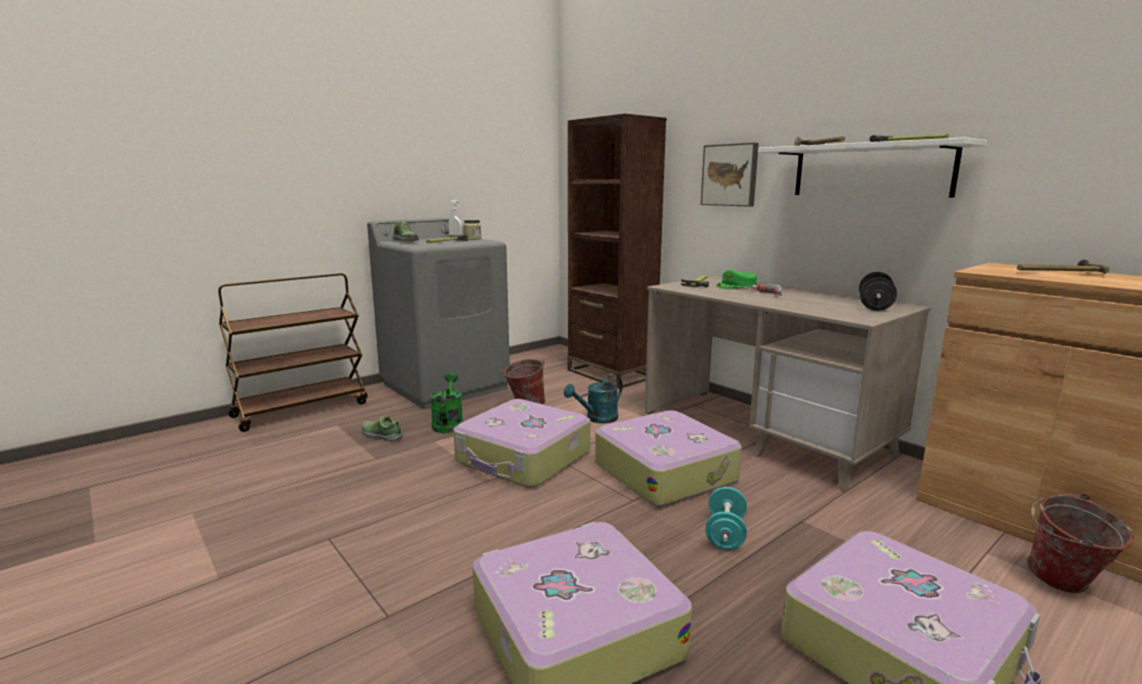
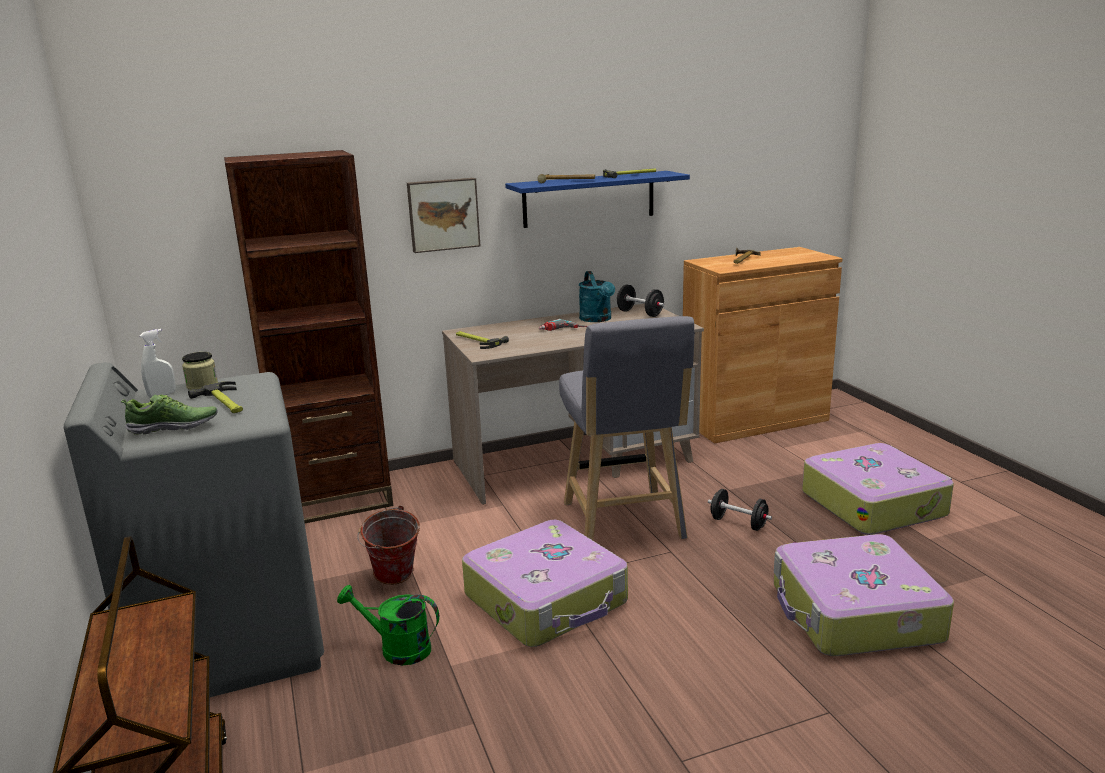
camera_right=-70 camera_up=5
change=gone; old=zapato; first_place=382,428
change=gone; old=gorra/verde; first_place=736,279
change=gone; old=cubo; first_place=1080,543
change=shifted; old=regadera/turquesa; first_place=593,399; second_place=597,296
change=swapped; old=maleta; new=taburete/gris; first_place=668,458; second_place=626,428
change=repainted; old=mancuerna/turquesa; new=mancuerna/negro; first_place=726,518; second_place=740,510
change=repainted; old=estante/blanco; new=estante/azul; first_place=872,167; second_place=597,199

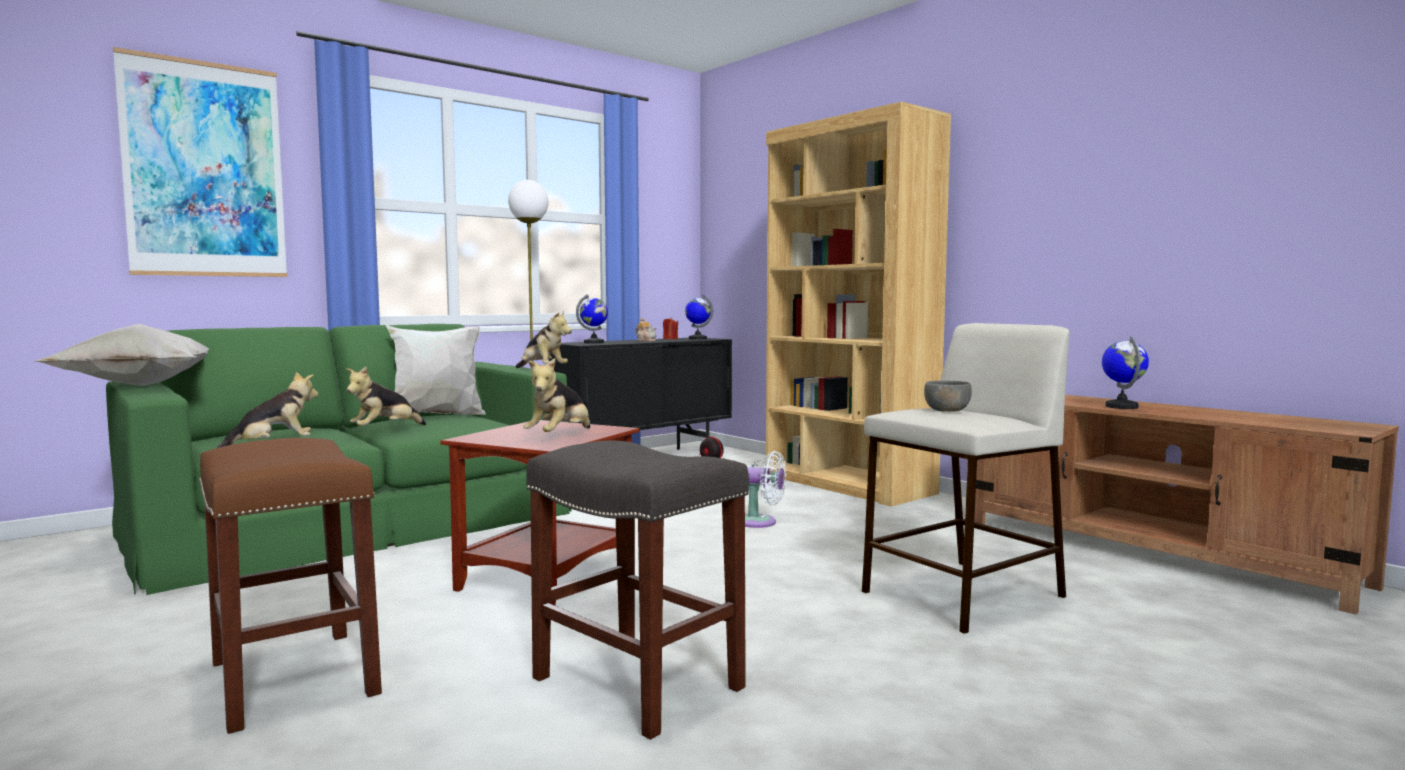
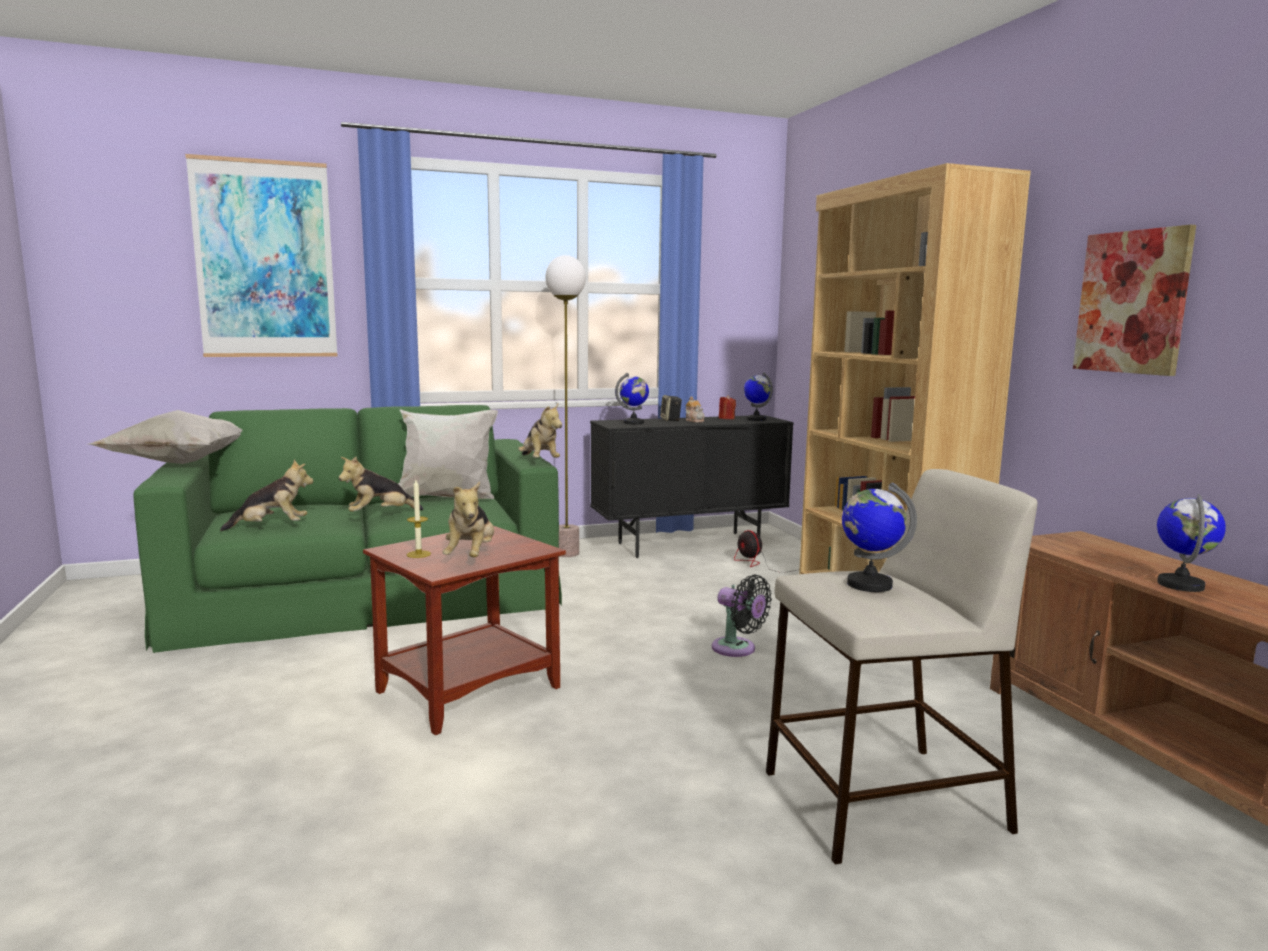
camera_right=20 camera_up=5
change=gone; old=taburete/marrón; first_place=290,586
change=gone; old=taburete/gris; first_place=637,590
change=new; new=vela; second_place=419,519
change=new; new=altavoz; second_place=671,408
change=new; new=cuadro; second_place=1134,300
change=swapped; old=cuenco/gris; new=globo terráqueo; first_place=948,396; second_place=879,537
change=repainted; old=ventilador/blanco; new=ventilador/negro; first_place=766,489; second_place=742,615
change=rotated; old=peluche; first_place=556,395; second_place=468,519; degrees=-45

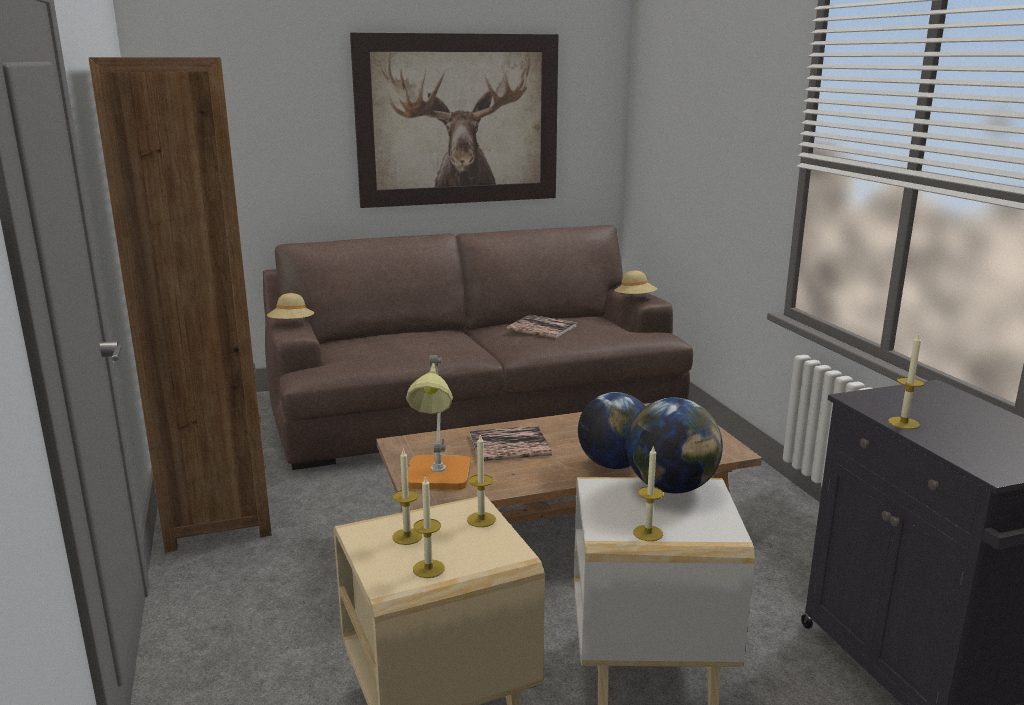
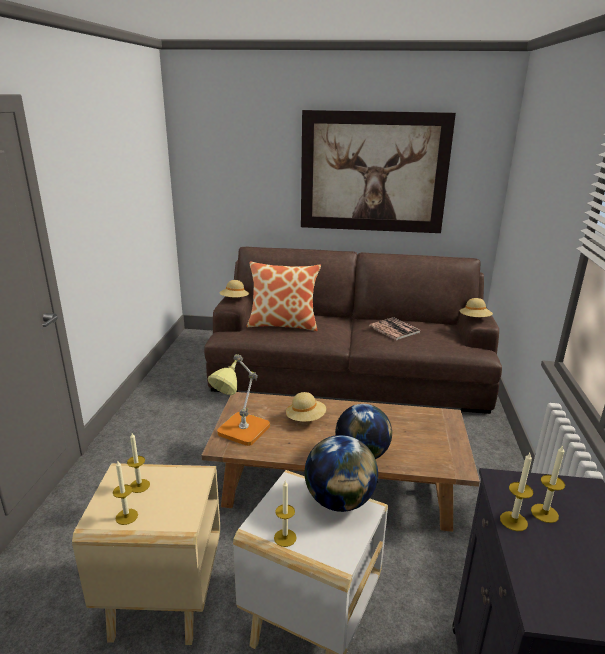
camera_right=25 camera_up=5
change=gone; old=estantería/marrón; first_place=180,304
change=new; new=cojín; second_place=283,296
change=shifted; old=vela; first_place=481,480; second_place=548,484
change=swapped; old=libro; new=sombrero/beis; first_place=510,443; second_place=306,407

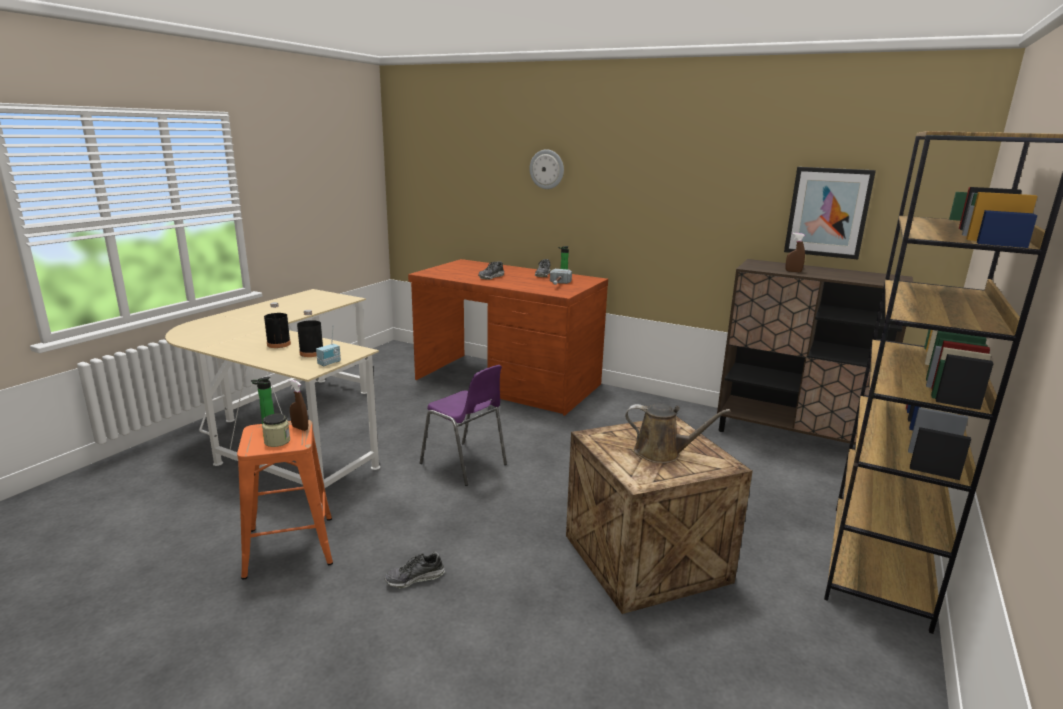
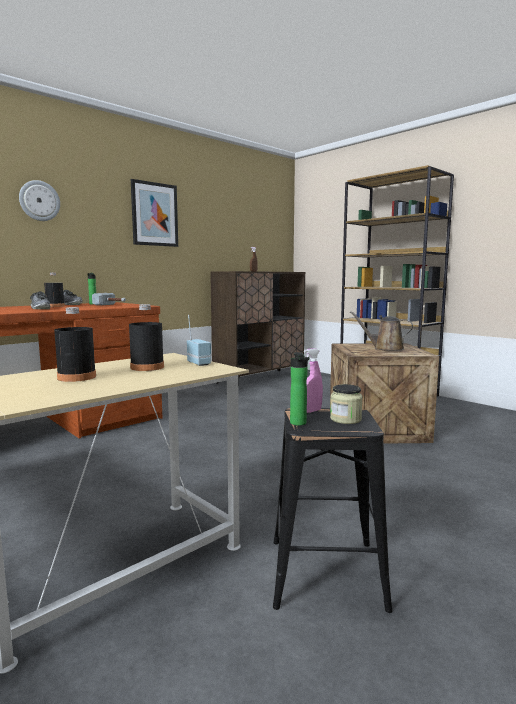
camera_right=-70 camera_up=-10
change=gone; old=zapato; first_place=414,570
change=gone; old=silla/morado; first_place=463,425
change=new; new=botella/negro; second_place=54,290
change=shifted; old=cuadro; first_place=830,213; second_place=154,213
change=repainted; old=taburete/naranja; new=taburete/negro; first_place=285,500; second_place=332,510
change=repainted; old=pulverizador/marrón; new=pulverizador/rosa; first_place=298,405; second_place=313,380
change=rotated; old=regadera/marrón; first_place=678,433; second_place=381,331; degrees=-105

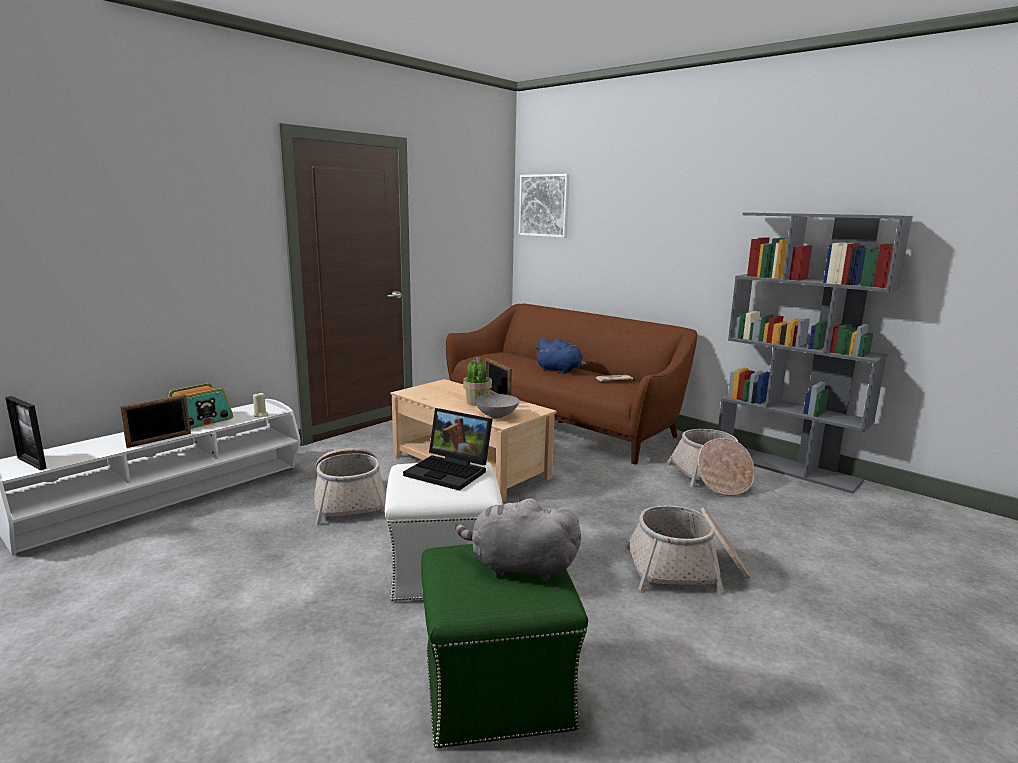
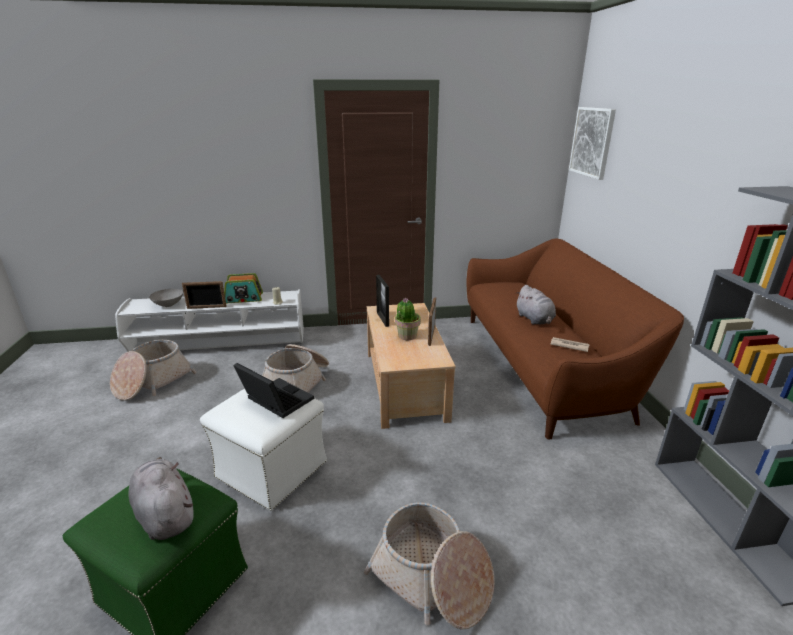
camera_right=40 camera_up=10
change=shifted; old=portarretratos; first_place=26,433; second_place=382,301
change=shifted; old=cuenco/gris; first_place=497,406; second_place=166,298
change=shifted; old=cesta; first_place=711,462; second_place=153,370
change=repainted; old=peluche/azul; new=peluche/gris; first_place=561,356; second_place=535,304
change=rotated; old=portátil; first_place=448,449; second_place=273,390; degrees=150

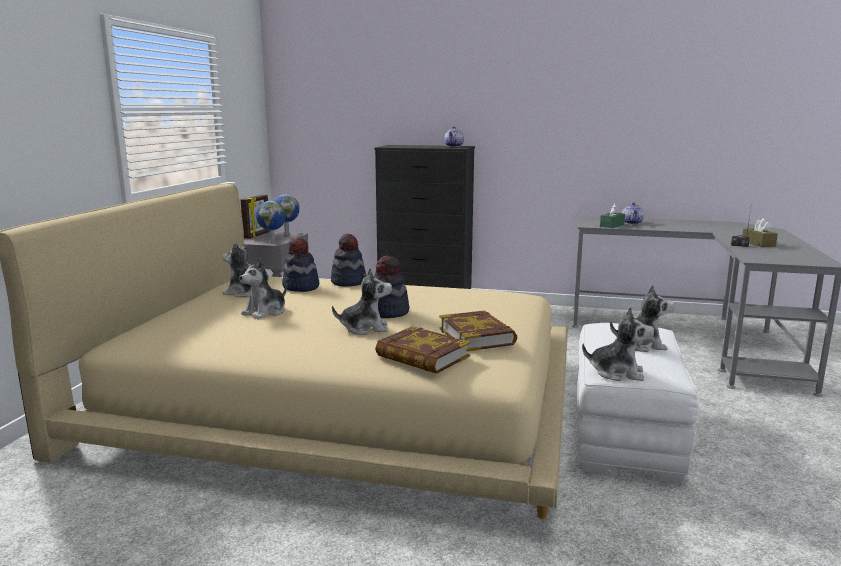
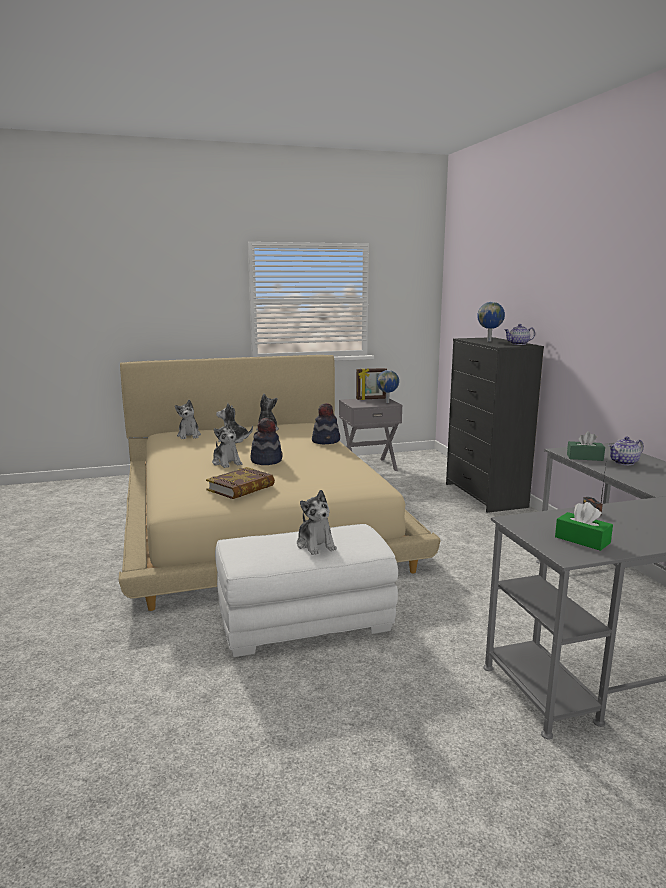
camera_right=60 camera_up=0
change=gone; old=sombrero; first_place=300,264
change=gone; old=libro; first_place=423,350
change=gone; old=caja de pañuelos/marrón; first_place=760,232
change=new; new=caja de pañuelos/verde; second_place=584,526
change=shifted; old=globo terráqueo; first_place=271,222; second_place=491,322
change=shifted; old=peluche; first_place=618,343; second_place=188,419

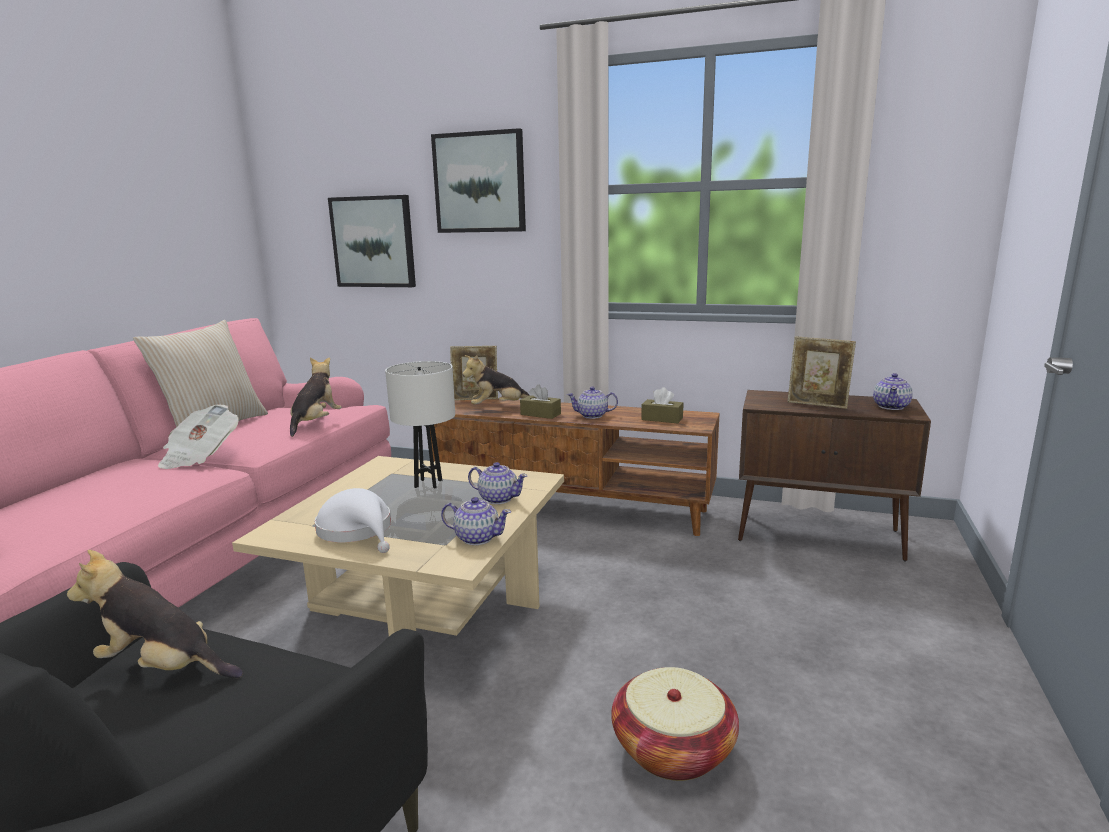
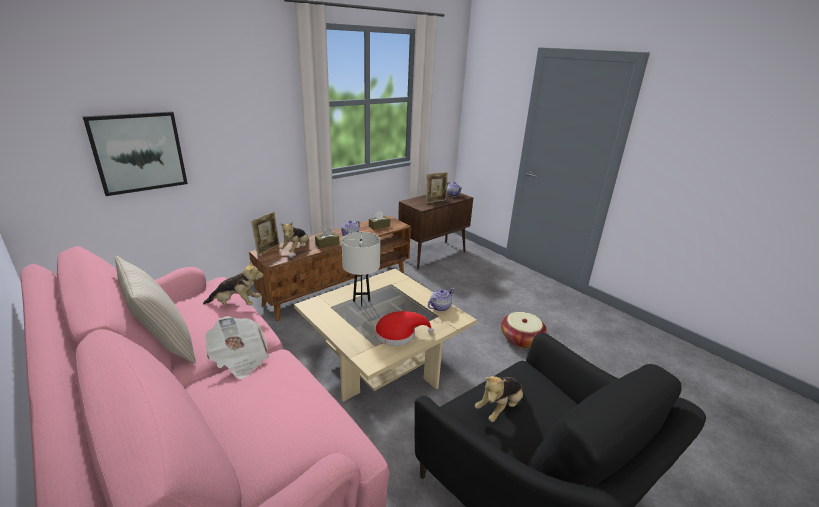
camera_right=-60 camera_up=10
change=gone; old=cuadro; first_place=478,180
change=gone; old=tetera; first_place=498,483
change=repainted; old=sombrero/blanco; new=sombrero/rojo; first_place=353,520; second_place=404,328
change=rotated; old=peluche; first_place=316,397; second_place=233,282; degrees=135

